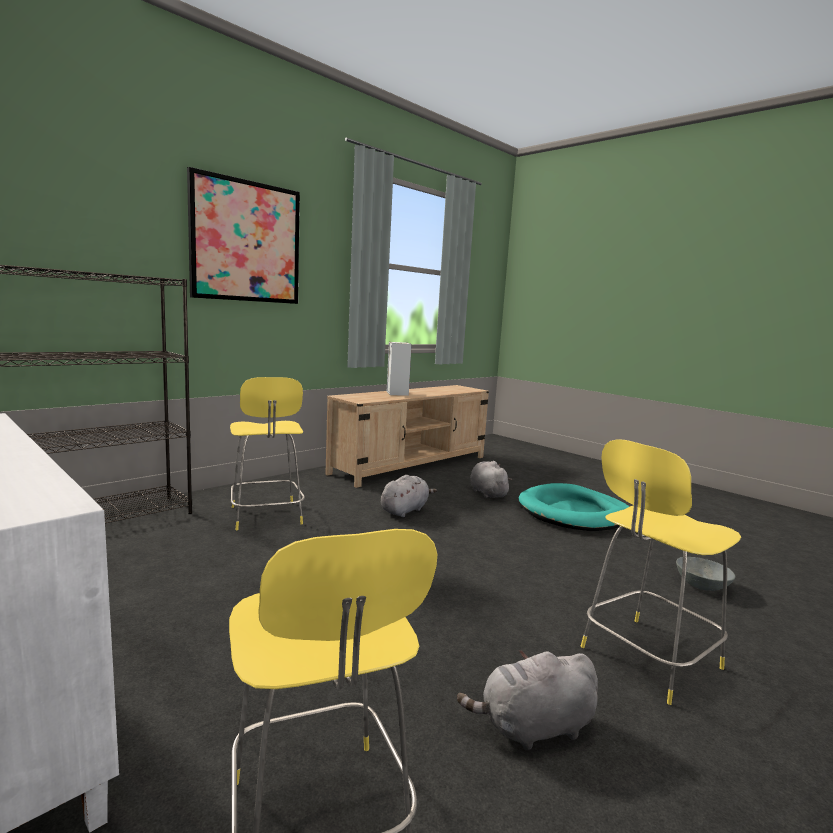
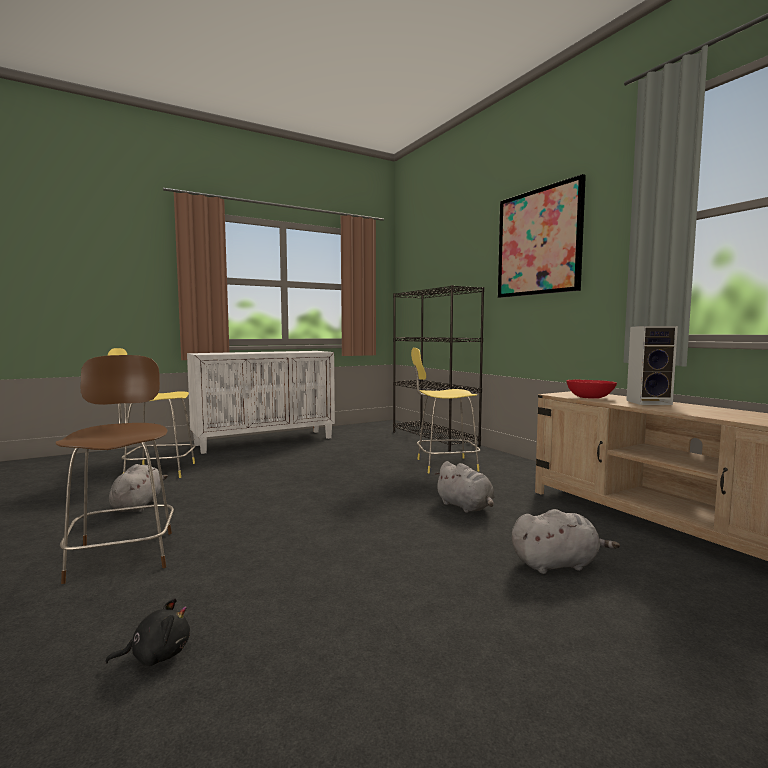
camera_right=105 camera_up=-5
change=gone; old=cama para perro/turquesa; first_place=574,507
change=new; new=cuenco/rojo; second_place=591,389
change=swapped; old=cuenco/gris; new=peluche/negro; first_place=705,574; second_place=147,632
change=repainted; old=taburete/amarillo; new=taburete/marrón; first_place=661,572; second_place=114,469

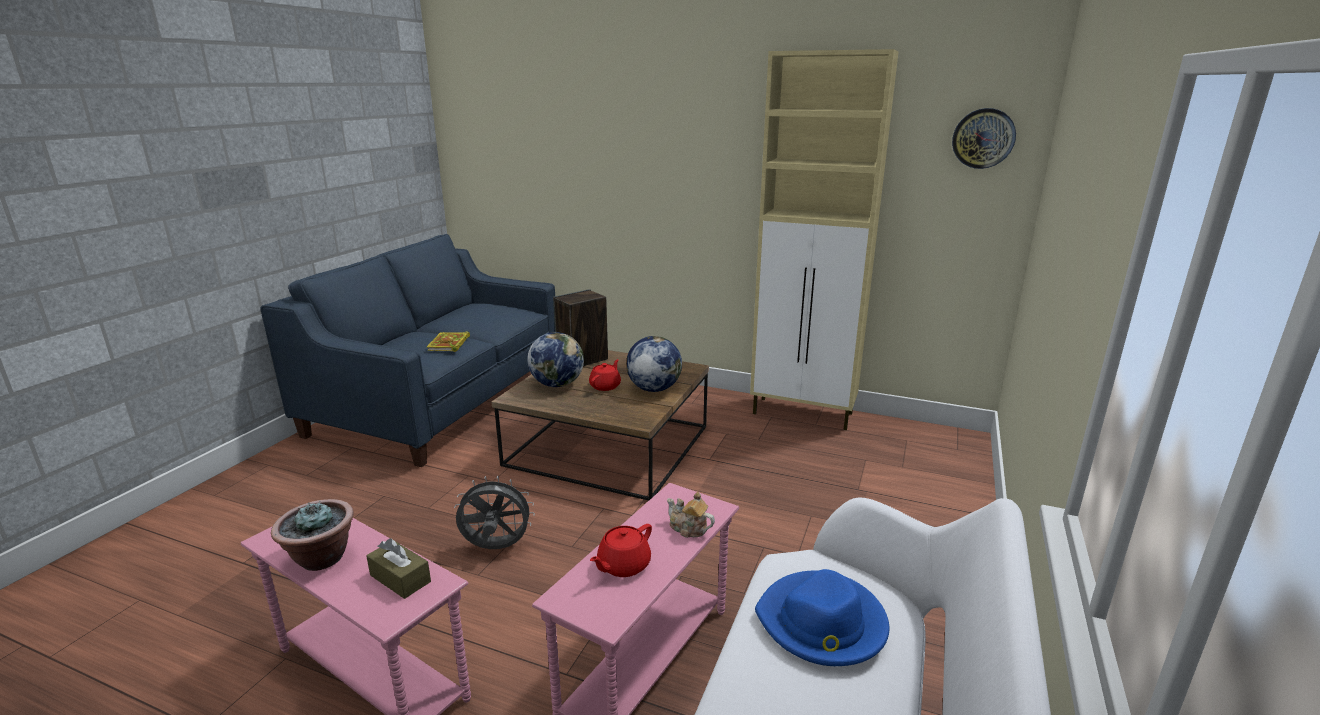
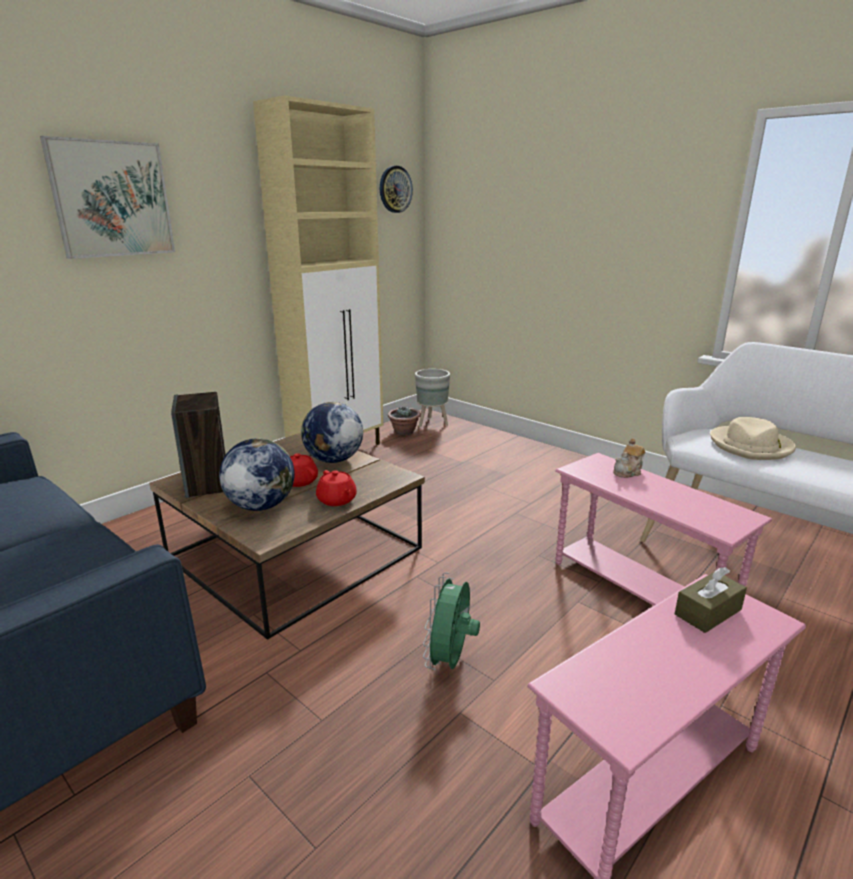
camera_right=-70 camera_up=0
change=gone; old=libro; first_place=448,342
change=new; new=cuadro; second_place=107,197
change=new; new=maceta/gris; second_place=432,398
change=shifted; old=planta en maceta; first_place=312,535; second_place=404,421
change=shifted; old=tetera/rojo; first_place=621,550; second_place=336,488
change=repainted; old=ventilador/gris; new=ventilador/verde; first_place=494,512; second_place=451,621
change=repainted; old=sombrero/azul; new=sombrero/beis; first_place=822,617; second_place=753,438

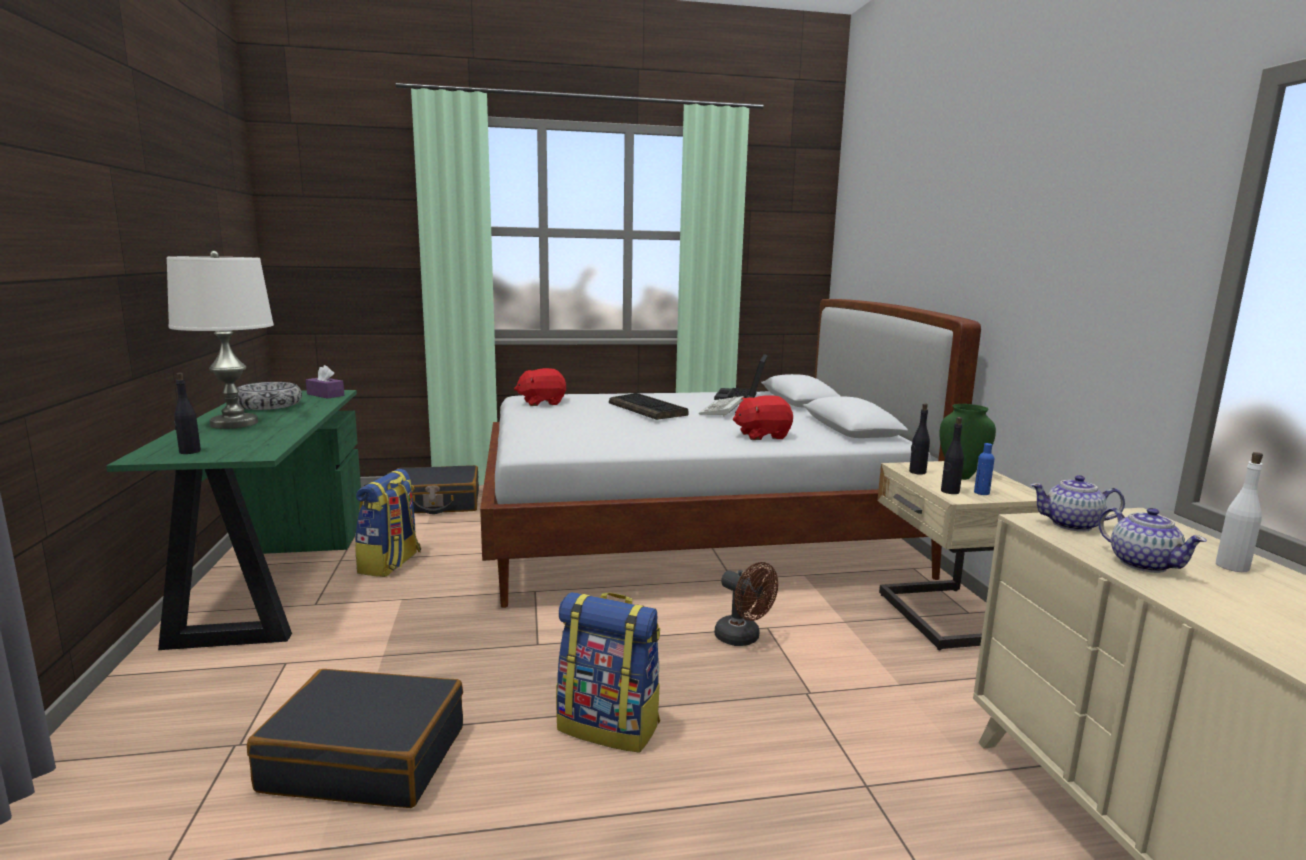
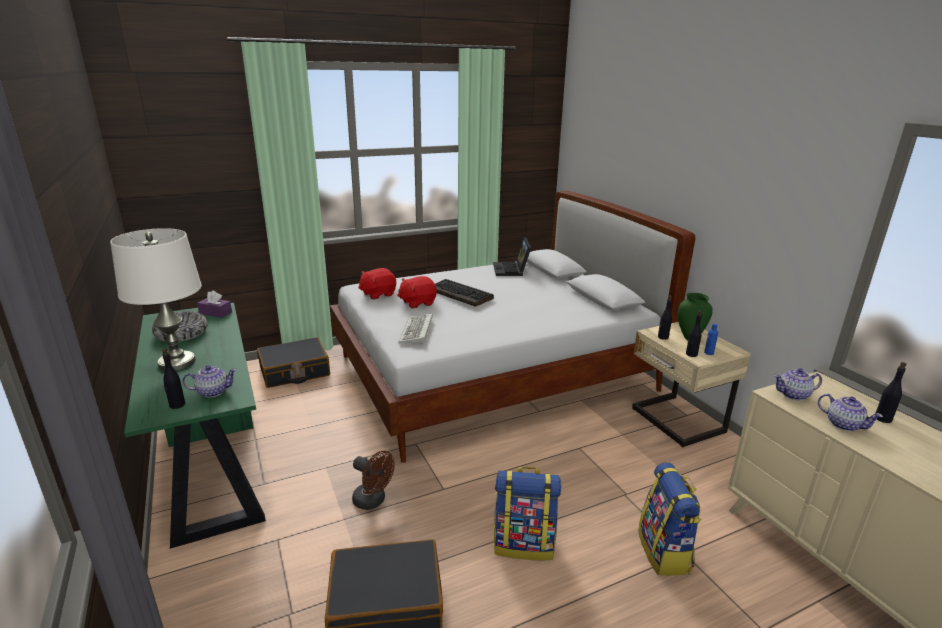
camera_right=-15 camera_up=10
change=new; new=tetera; second_place=209,381
change=shifted; old=mochila; first_place=388,523; second_place=670,519
change=shifted; old=teclado; first_place=721,406; second_place=416,328
change=shifted; old=ventilador/marrón; first_place=746,604; second_place=373,480
change=shifted; old=peluche/rojo; first_place=763,417; second_place=417,292
change=repainted; old=botella/blanco; new=botella/negro; first_place=1239,512; second_place=891,392

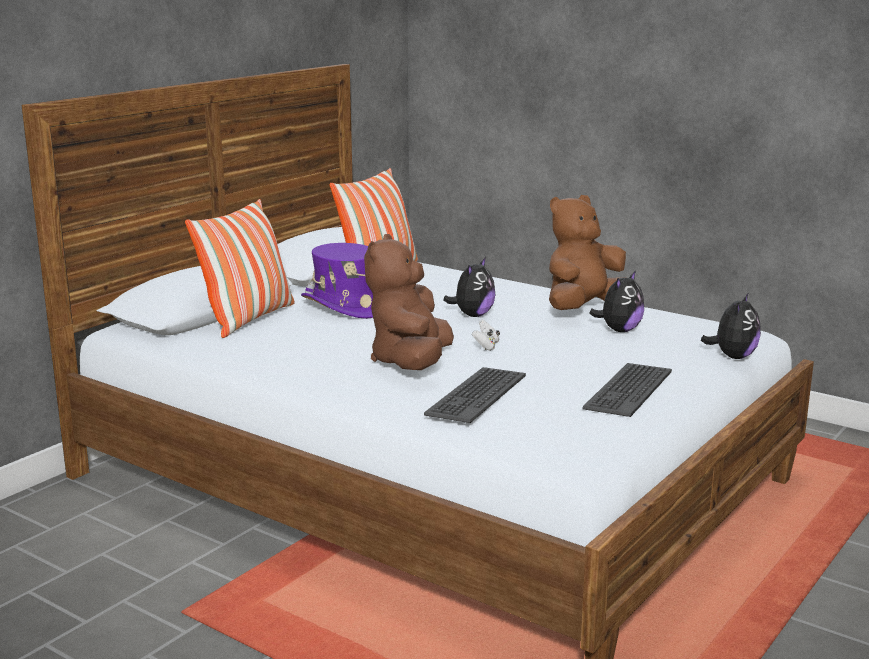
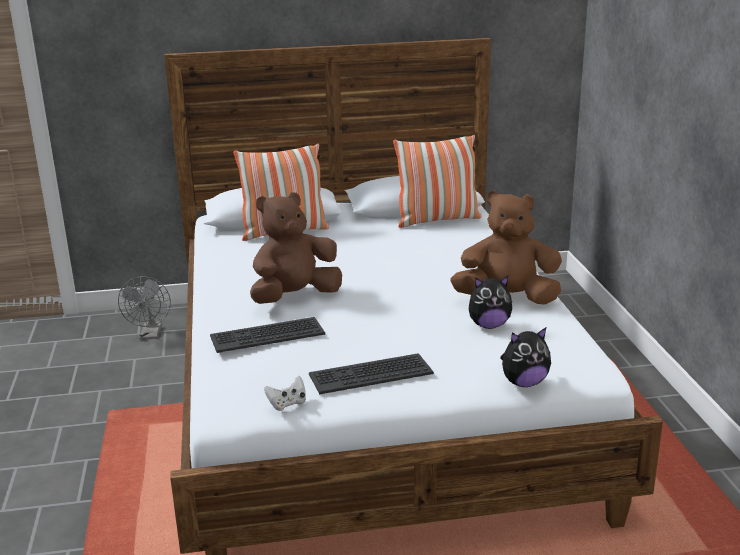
camera_right=45 camera_up=5
change=gone; old=sombrero/morado; first_place=337,281
change=gone; old=peluche; first_place=469,287
change=new; new=ventilador/gris; second_place=144,307
change=shifted; old=mando de consola/blanco; first_place=486,335; second_place=285,393

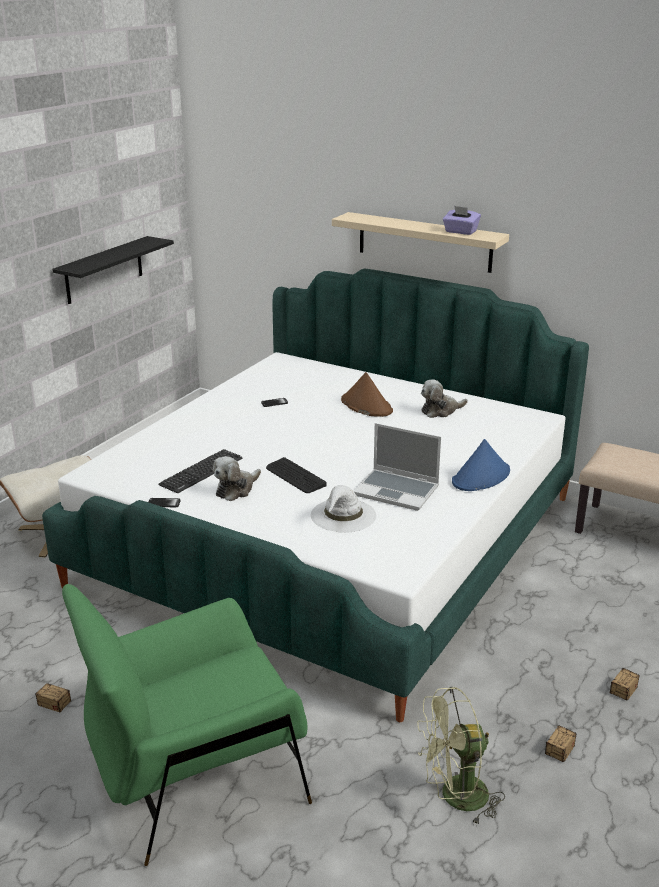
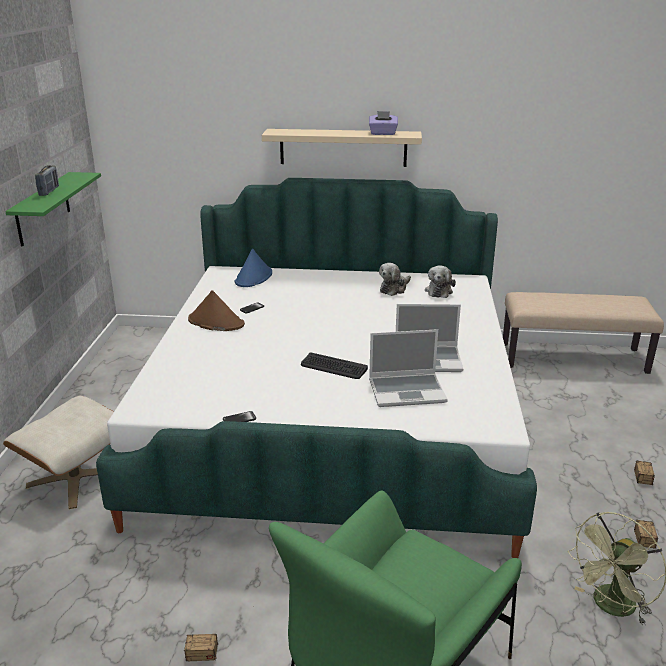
camera_right=-25 camera_up=0
change=gone; old=teclado; first_place=200,471
change=new; new=radio; second_place=47,180
change=shifted; old=peluche; first_place=237,478; second_place=440,281
change=shifted; old=sombrero/marrón; first_place=367,394; second_place=216,310
change=shifted; old=sombrero/azul; first_place=481,465; second_place=253,267
change=swapped; old=sombrero/blanco; new=portátil; first_place=343,509; second_place=408,368
change=repainted; old=estante/negro; new=estante/verde; first_place=113,270; second_place=53,209

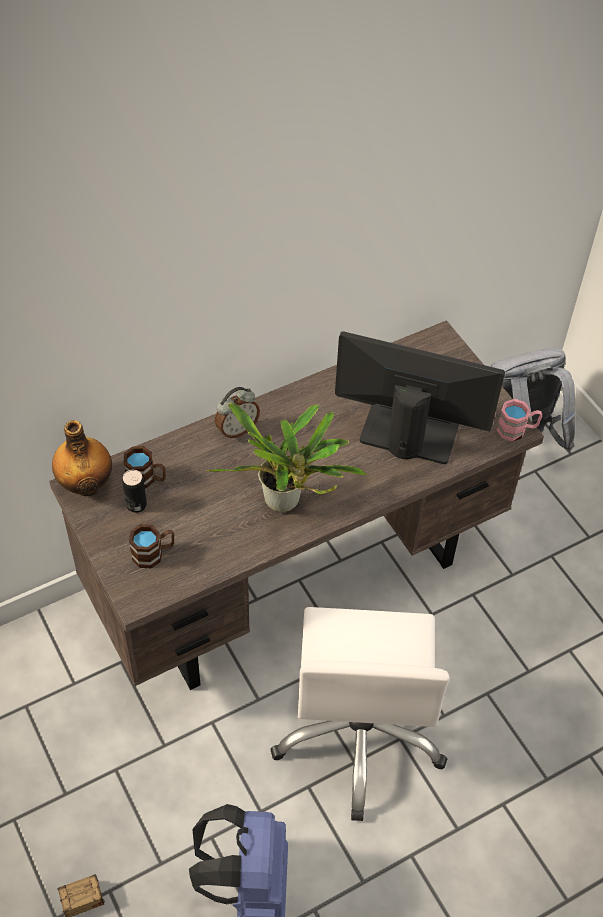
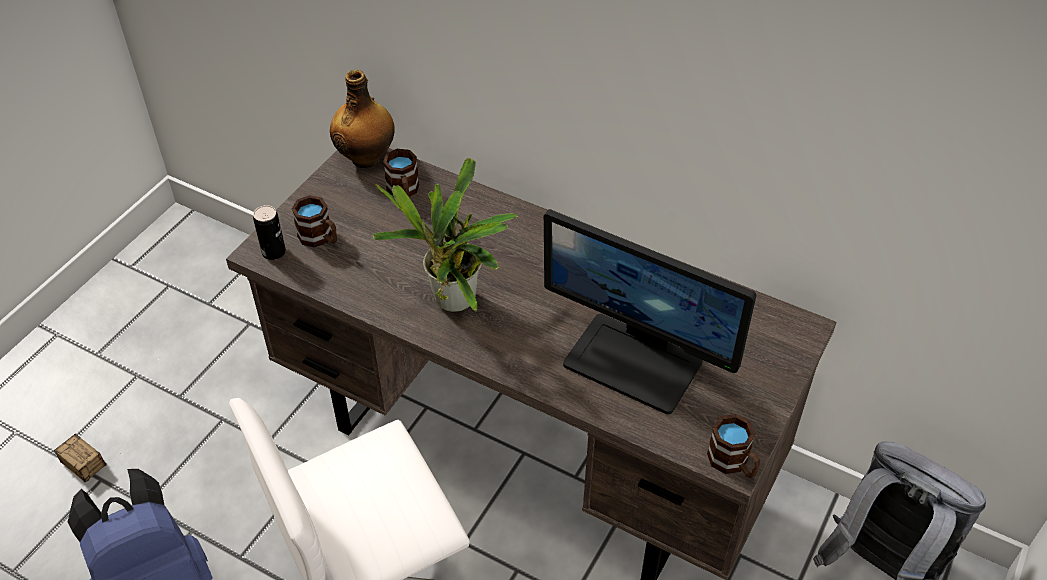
camera_right=60 camera_up=-5
change=gone; old=despertador; first_place=237,412
change=shifted; old=lata; first_place=134,491; second_place=269,232
change=repainted; old=taza grande/rosa; new=taza grande/marrón; first_place=519,420; second_place=733,446
change=rotated; old=monitor; first_place=420,397; second_place=650,311; degrees=135

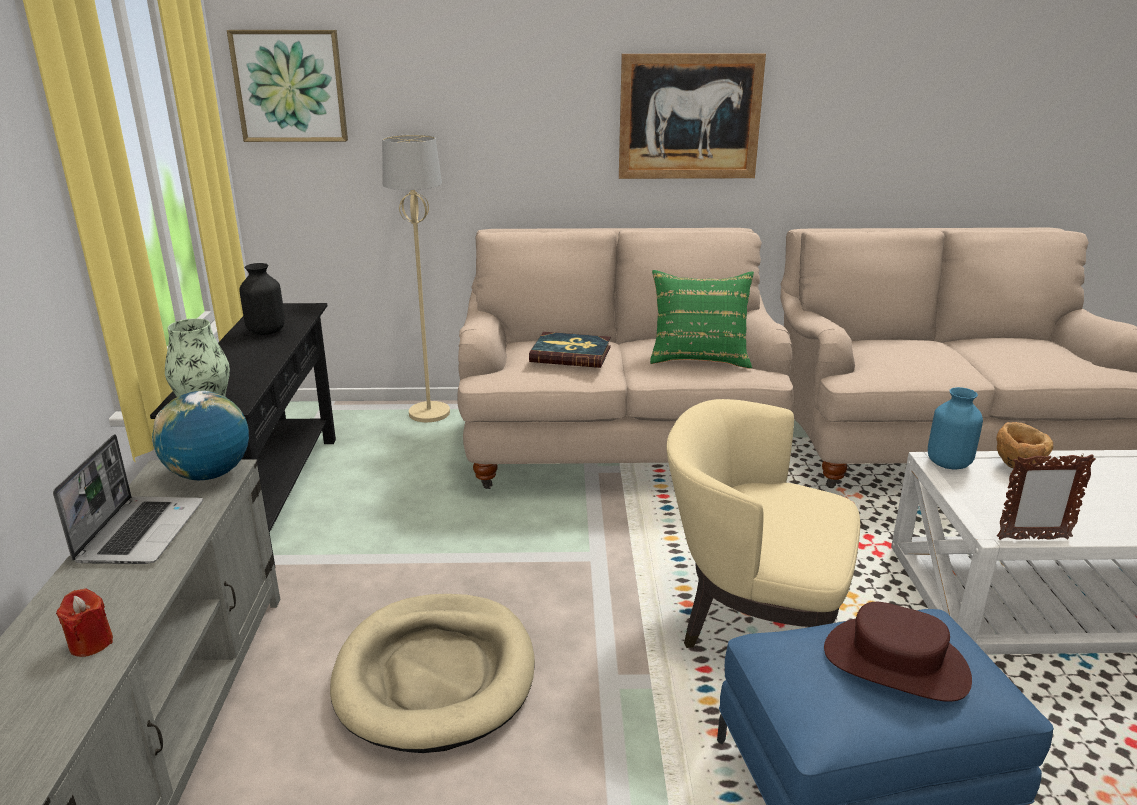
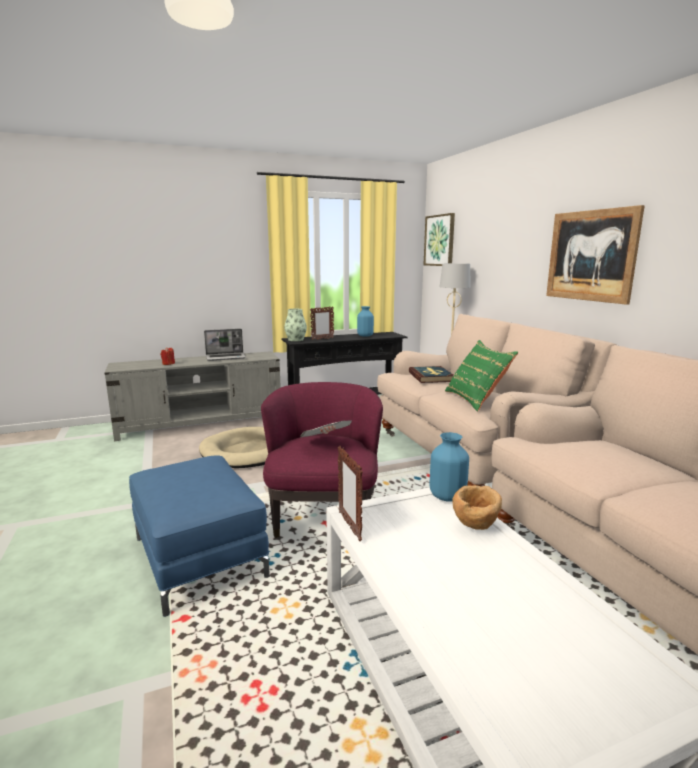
camera_right=70 camera_up=-10
change=gone; old=globo terráqueo; first_place=200,435
change=gone; old=sombrero/marrón; first_place=898,652
change=new; new=periódico; second_place=326,428
change=new; new=portarretratos; second_place=322,323
change=repainted; old=florero/negro; new=florero/azul; first_place=262,299; second_place=365,321
change=repainted; old=sillón/beis; new=sillón/morado; first_place=763,523; second_place=322,460

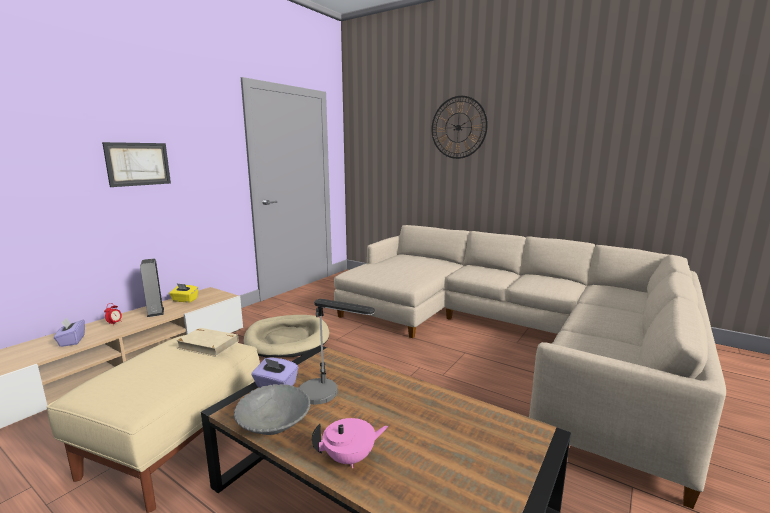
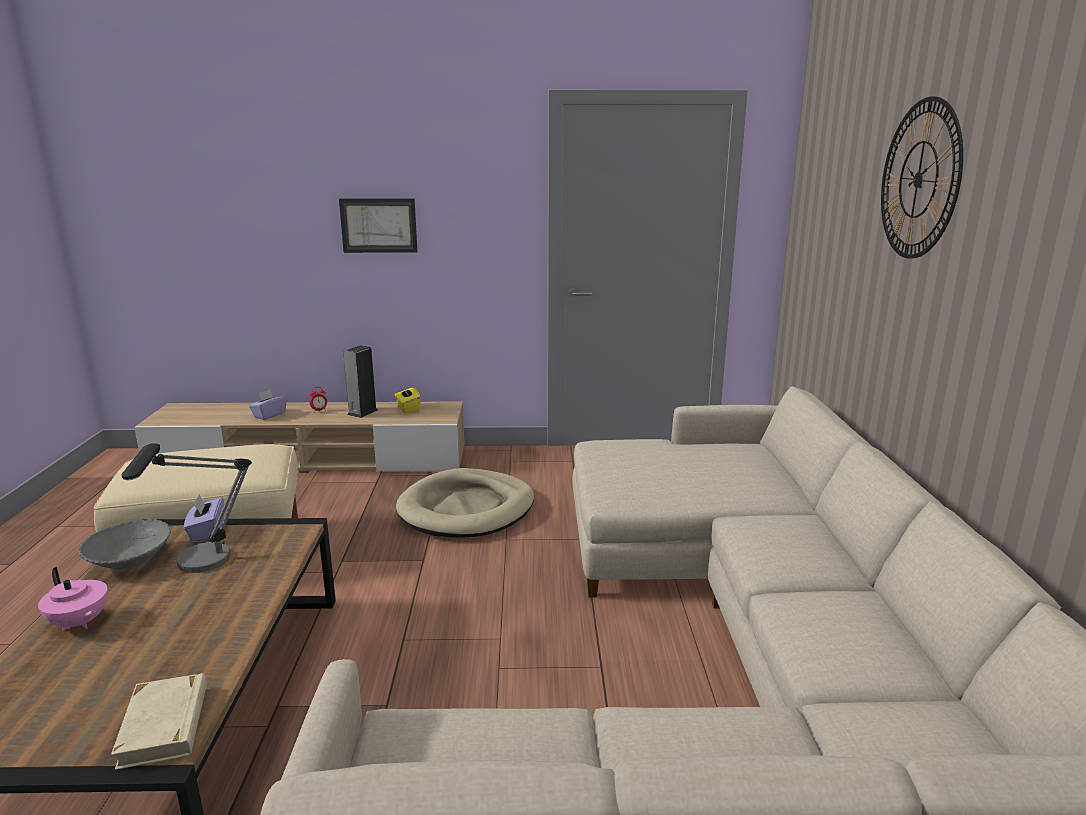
camera_right=55 camera_up=5
change=shifted; old=libro/beis; first_place=207,342; second_place=159,721

